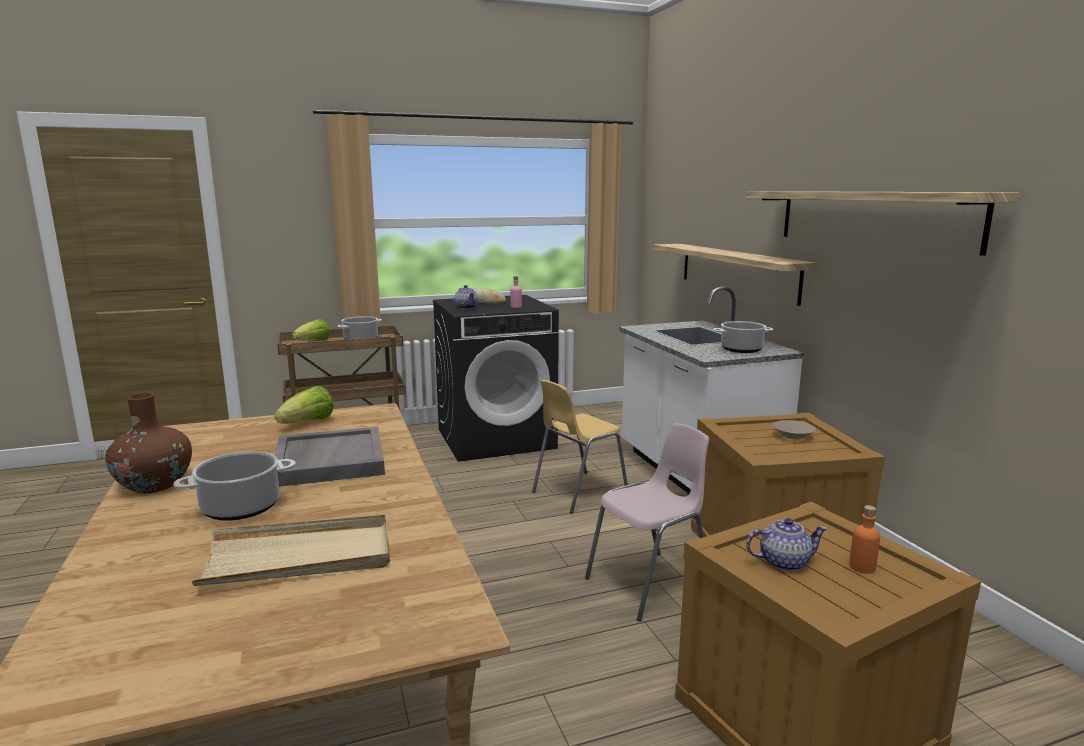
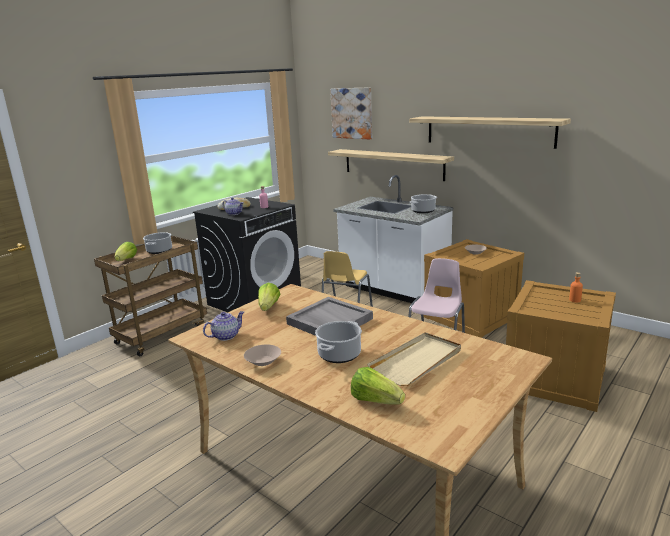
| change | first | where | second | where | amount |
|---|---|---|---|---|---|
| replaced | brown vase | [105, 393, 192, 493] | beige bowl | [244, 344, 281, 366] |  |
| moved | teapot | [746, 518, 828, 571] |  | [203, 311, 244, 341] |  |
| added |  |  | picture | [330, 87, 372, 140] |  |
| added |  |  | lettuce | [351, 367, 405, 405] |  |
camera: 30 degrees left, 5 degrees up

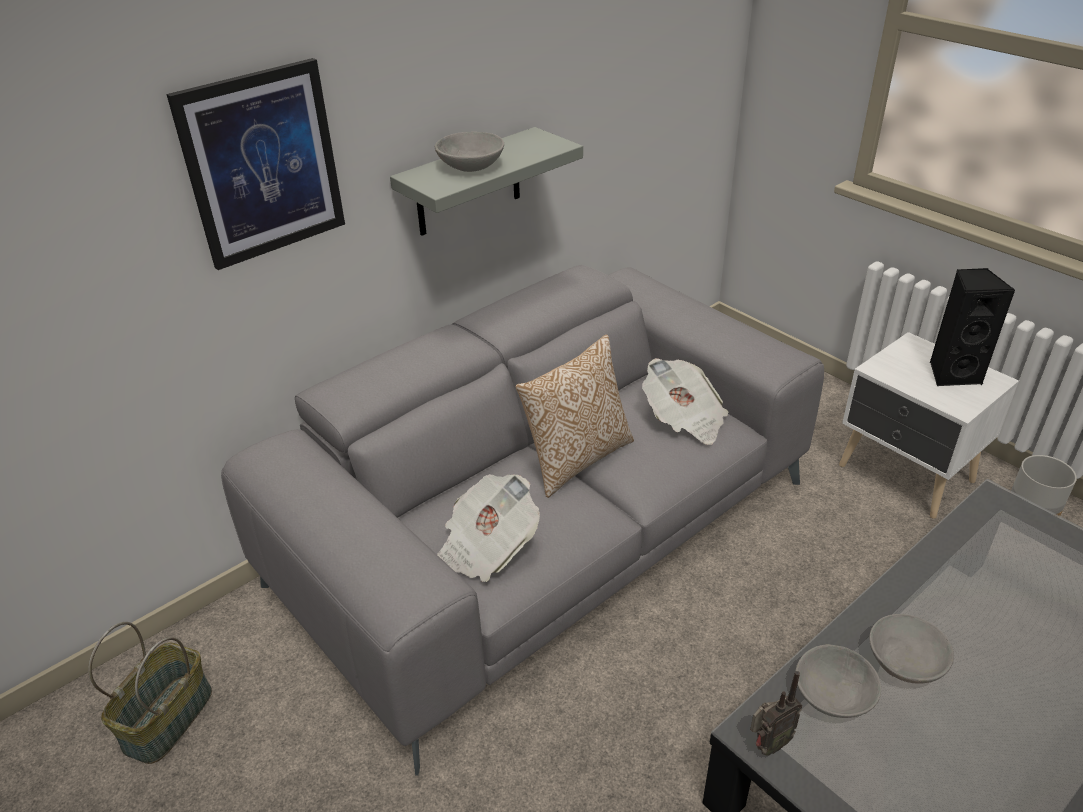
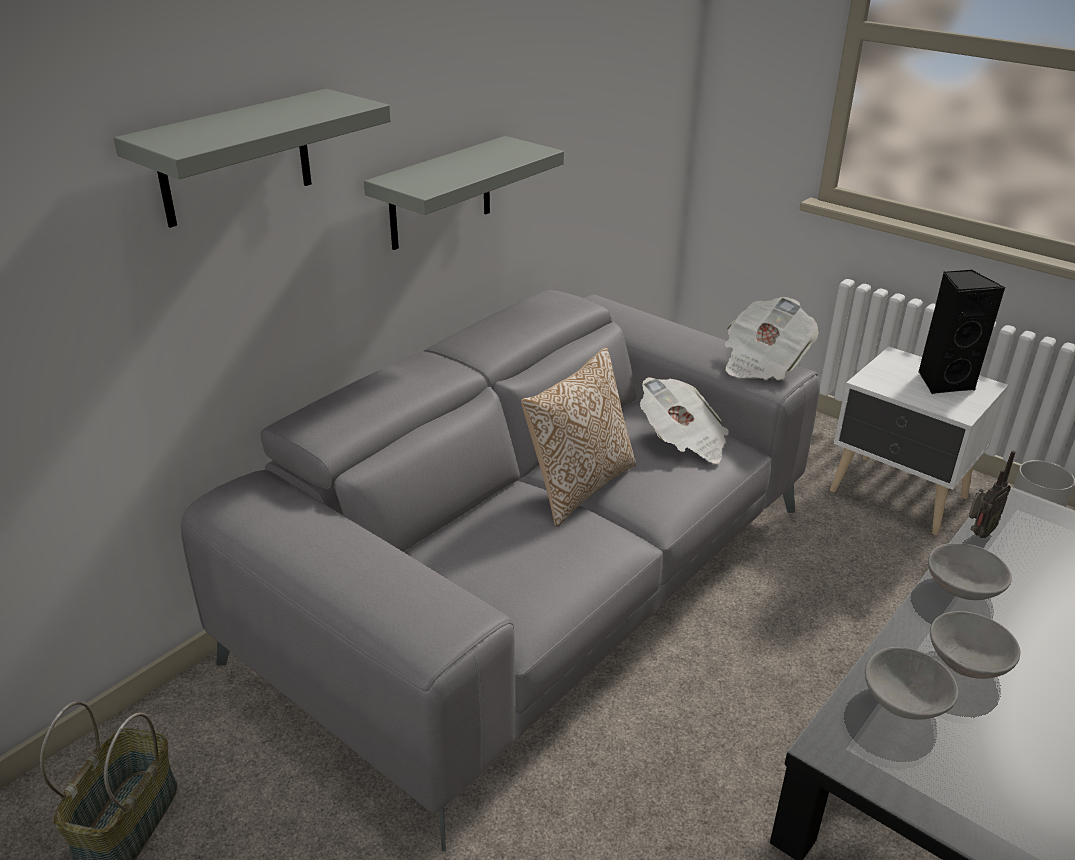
| change | first | where | second | where | amount |
|---|---|---|---|---|---|
| replaced | picture | [167, 58, 345, 270] | grey shelf | [114, 89, 391, 228] |  |
| moved | grey bowl | [435, 132, 504, 172] |  | [928, 543, 1012, 600] |  |
| moved | newspaper | [437, 474, 540, 582] |  | [724, 297, 819, 380] |  |
| moved | radio | [750, 671, 803, 756] |  | [969, 450, 1016, 538] |  |
camera: 10 degrees left, 5 degrees down

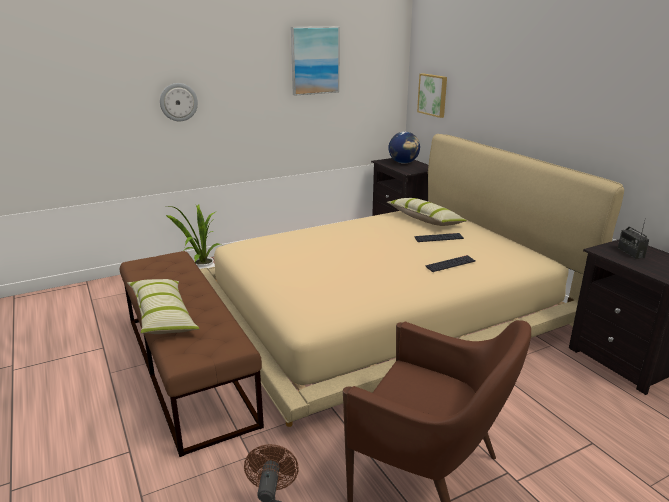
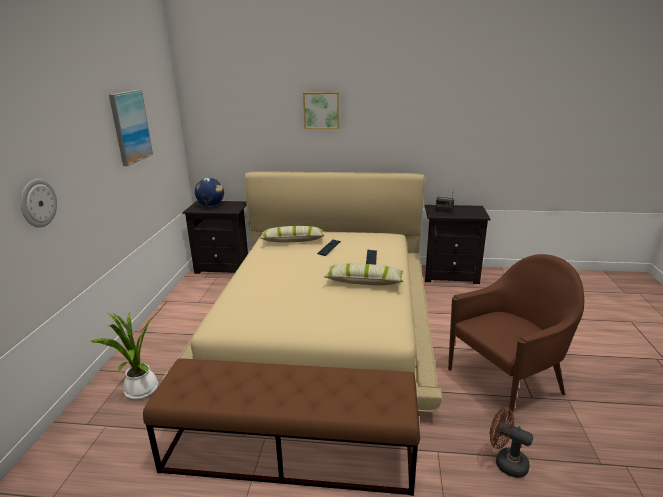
| change | first | where | second | where | amount |
|---|---|---|---|---|---|
| moved | pillow | [127, 279, 200, 334] |  | [324, 263, 403, 285] |  |
| moved | picture | [417, 74, 447, 118] |  | [303, 92, 340, 129] |  |
camera: 55 degrees left, 0 degrees up

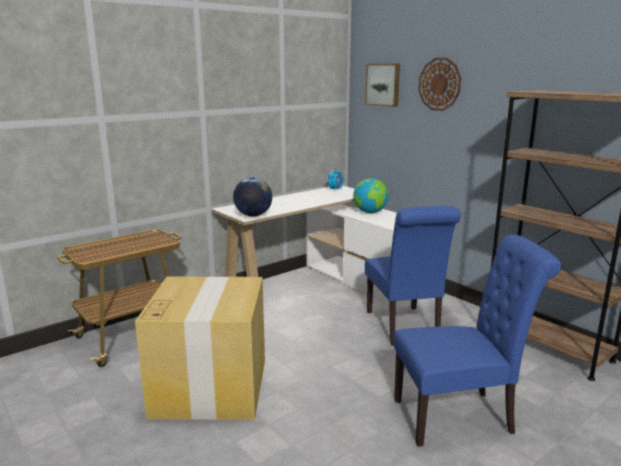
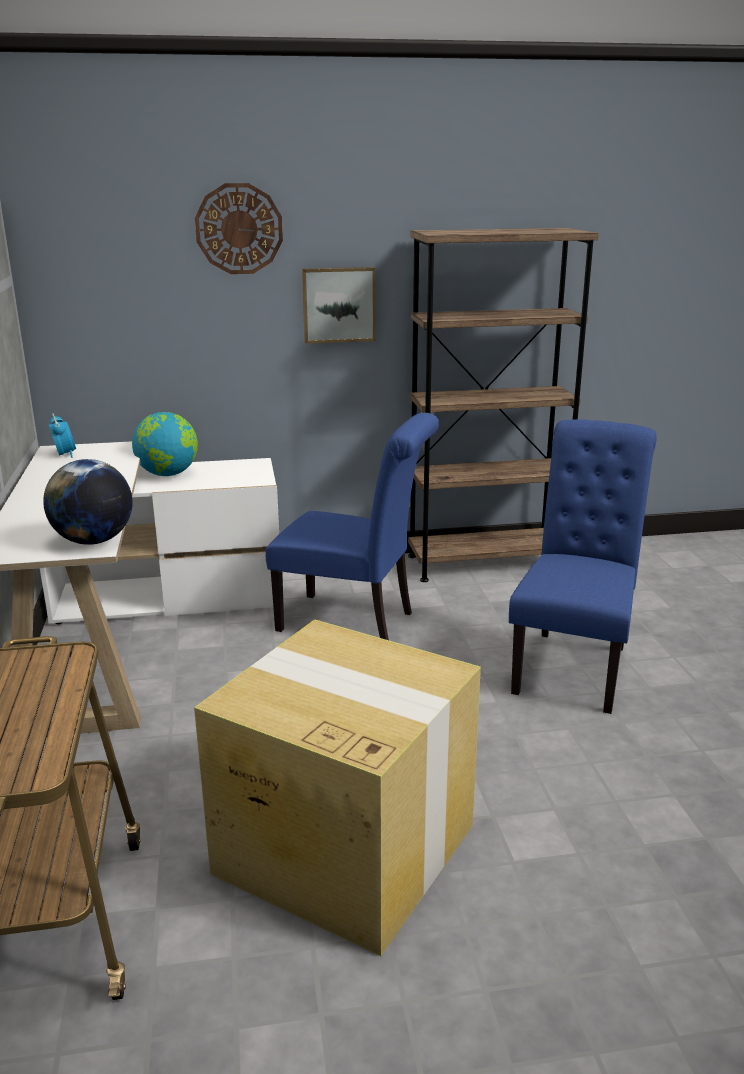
| change | first | where | second | where | amount |
|---|---|---|---|---|---|
| moved | picture | [365, 64, 400, 107] |  | [302, 267, 376, 344] |  |
camera: 60 degrees left, 5 degrees up

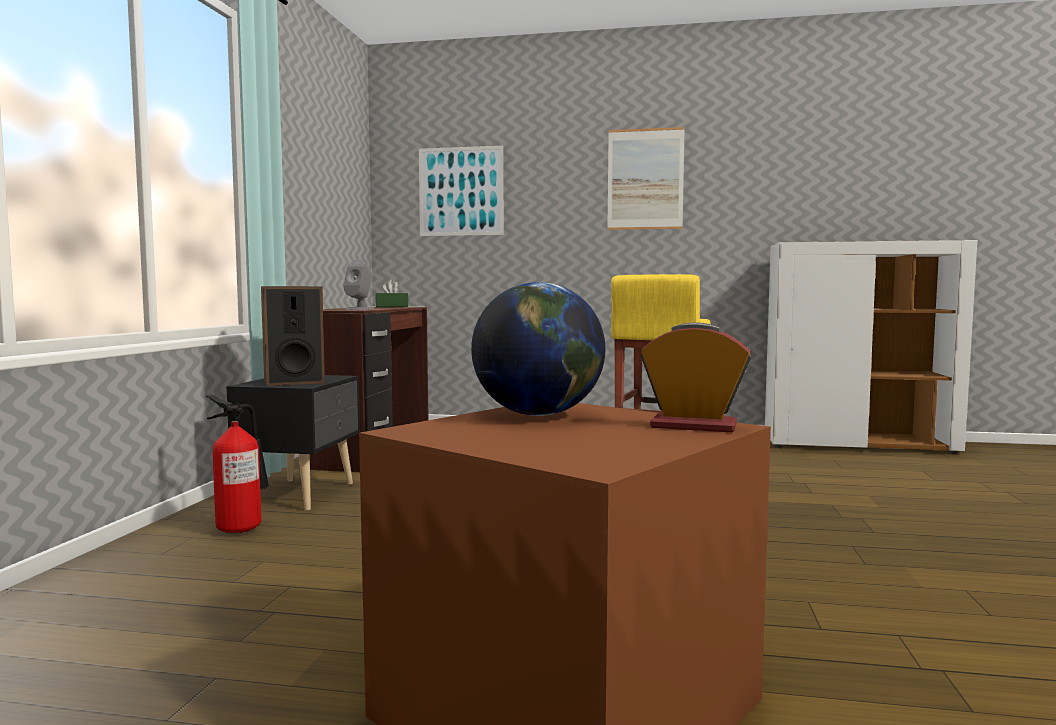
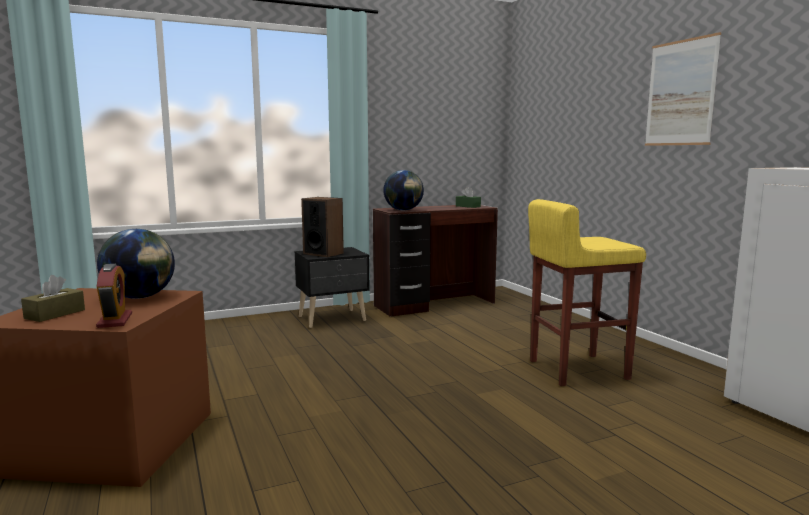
| change | first | where | second | where | amount |
|---|---|---|---|---|---|
| removed | fire extinguisher | [206, 395, 269, 533] |  |  |  |
| replaced | grey speaker | [343, 259, 374, 310] | globe | [383, 170, 424, 211] |  |
| removed | picture | [419, 146, 503, 236] |  |  |  |
| added |  |  | brown tissue box | [21, 275, 85, 322] |  |
camera: 55 degrees right, 5 degrees up

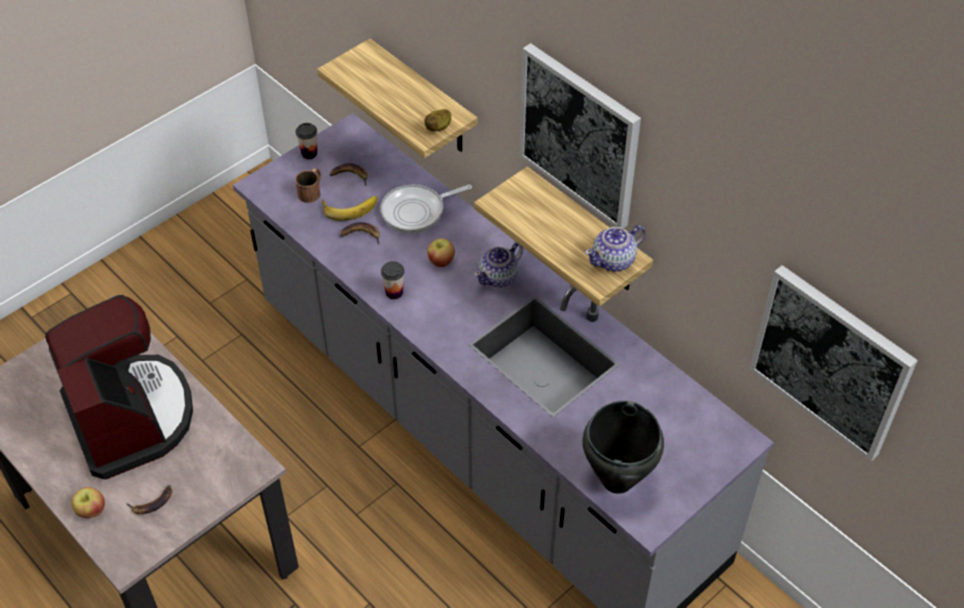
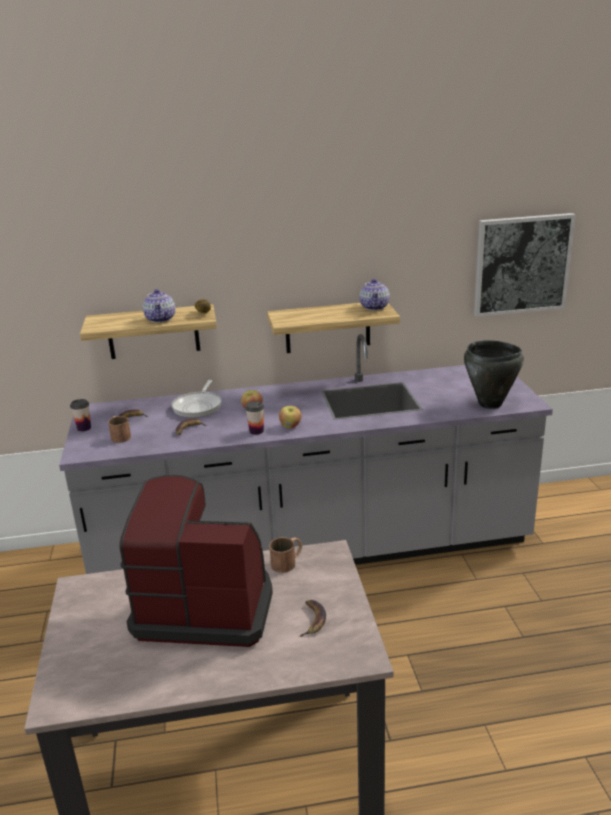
| change | first | where | second | where | amount |
|---|---|---|---|---|---|
| moved | apple | [71, 487, 105, 518] |  | [279, 406, 302, 428] |  |
| removed | banana | [322, 196, 377, 221] |  |  |  |
| moved | teapot | [474, 242, 523, 287] |  | [143, 289, 175, 323] |  |
| removed | picture | [520, 43, 641, 228] |  |  |  |
| added |  |  | brown mug | [269, 537, 302, 573] |  |
camera: 55 degrees left, 25 degrees down

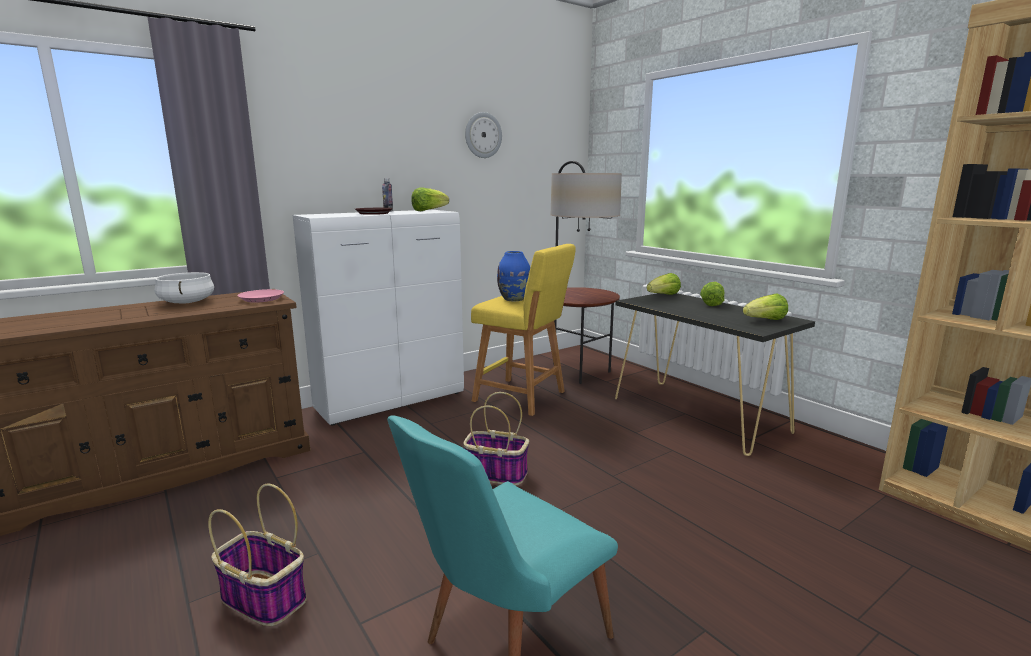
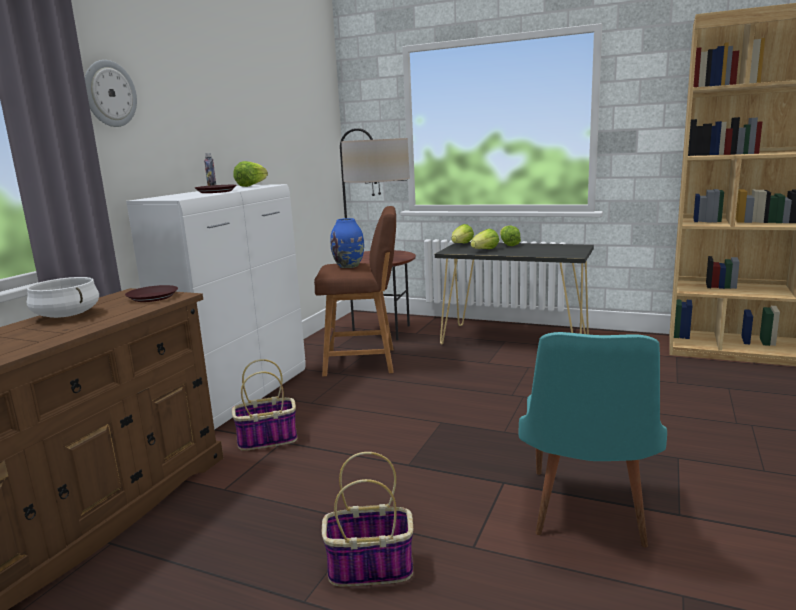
| change | first | where | second | where | amount |
|---|---|---|---|---|---|
| recoloured | pink plate | [237, 289, 284, 303] | brown plate | [125, 285, 178, 302] |  |
| moved | basket | [463, 392, 529, 485] |  | [232, 359, 298, 451] |  |
| moved | wall clock | [465, 112, 502, 158] |  | [85, 60, 137, 127] |  |
| recoloured | yellow stool | [471, 244, 576, 416] | brown stool | [314, 206, 396, 376] |  |
| moved | lettuce | [743, 294, 788, 320] |  | [471, 229, 499, 249] |  |
camera: 30 degrees left, 0 degrees up

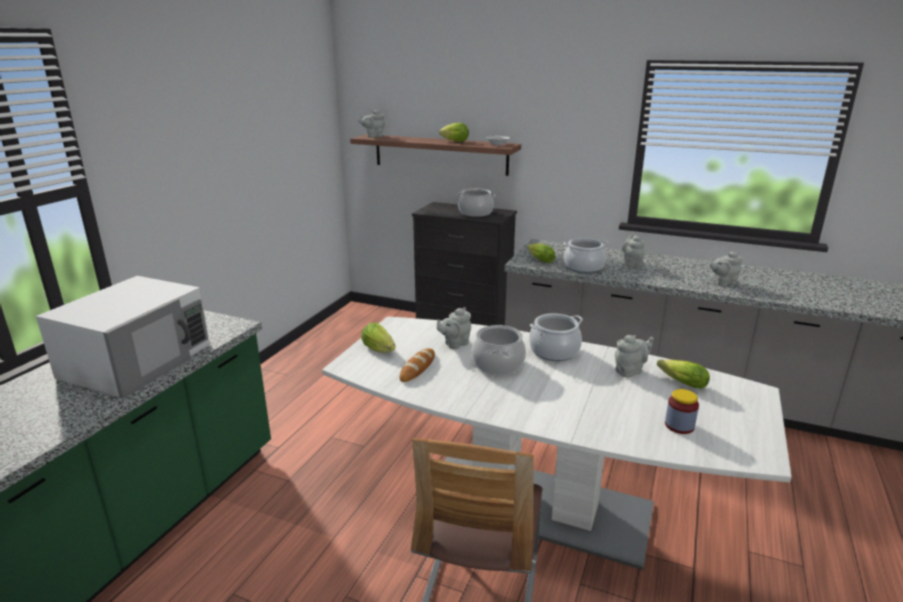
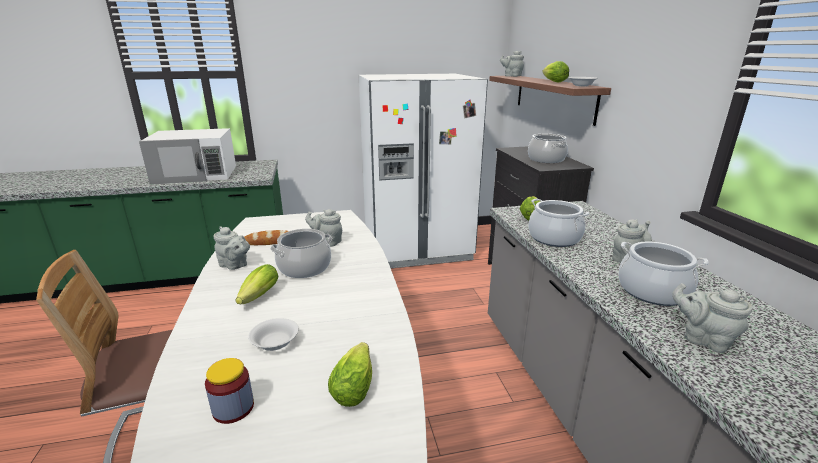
| change | first | where | second | where | amount |
|---|---|---|---|---|---|
| moved | lettuce | [361, 323, 396, 353] |  | [236, 264, 278, 304] |  |
| moved | cooking pot | [529, 314, 583, 361] |  | [619, 241, 709, 306] |  |
| moved | grey teapot | [615, 335, 654, 377] |  | [214, 226, 250, 270] |  |
| added |  |  | white bowl | [248, 318, 299, 351] |  |
| added |  |  | white fridge | [359, 74, 488, 268] |  |
camera: 55 degrees right, 0 degrees up

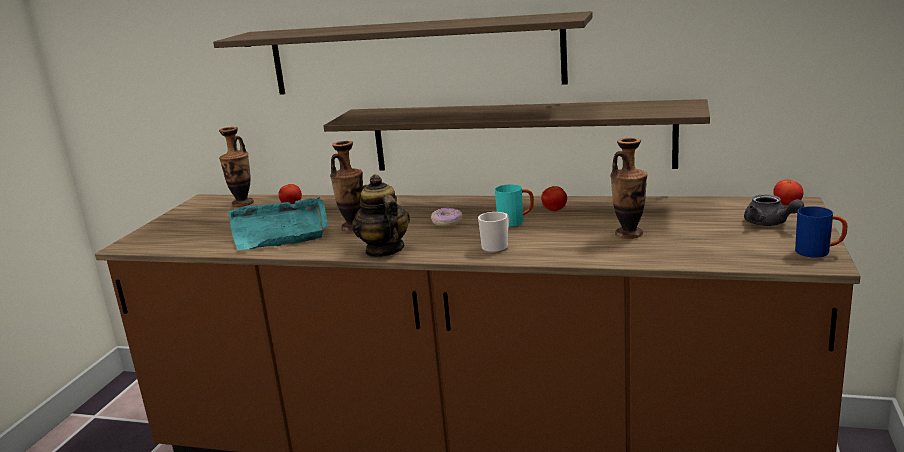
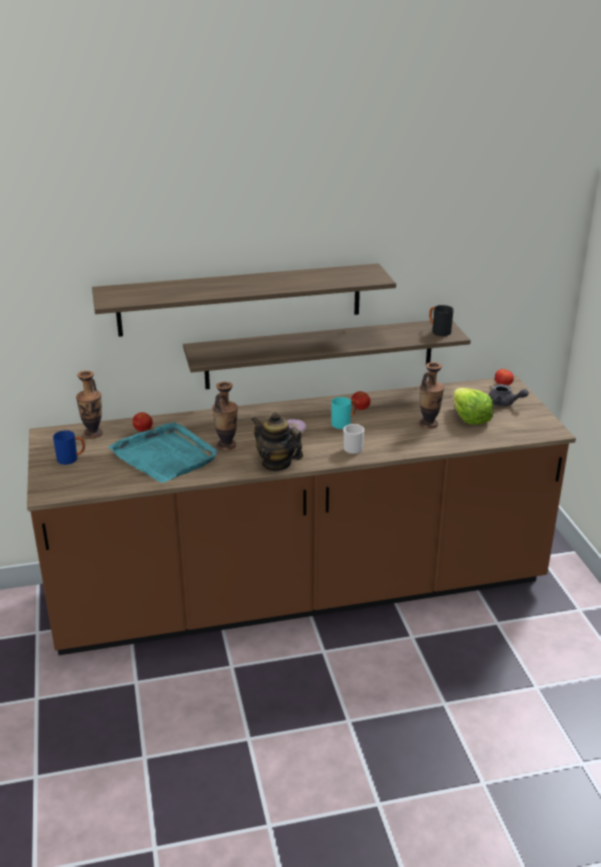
| change | first | where | second | where | amount |
|---|---|---|---|---|---|
| moved | blue mug | [795, 206, 848, 257] |  | [53, 430, 85, 465] |  |
| added |  |  | black mug | [429, 305, 454, 336] |  |
| added |  |  | lettuce | [453, 388, 493, 425] |  |
camera: 30 degrees left, 10 degrees up

